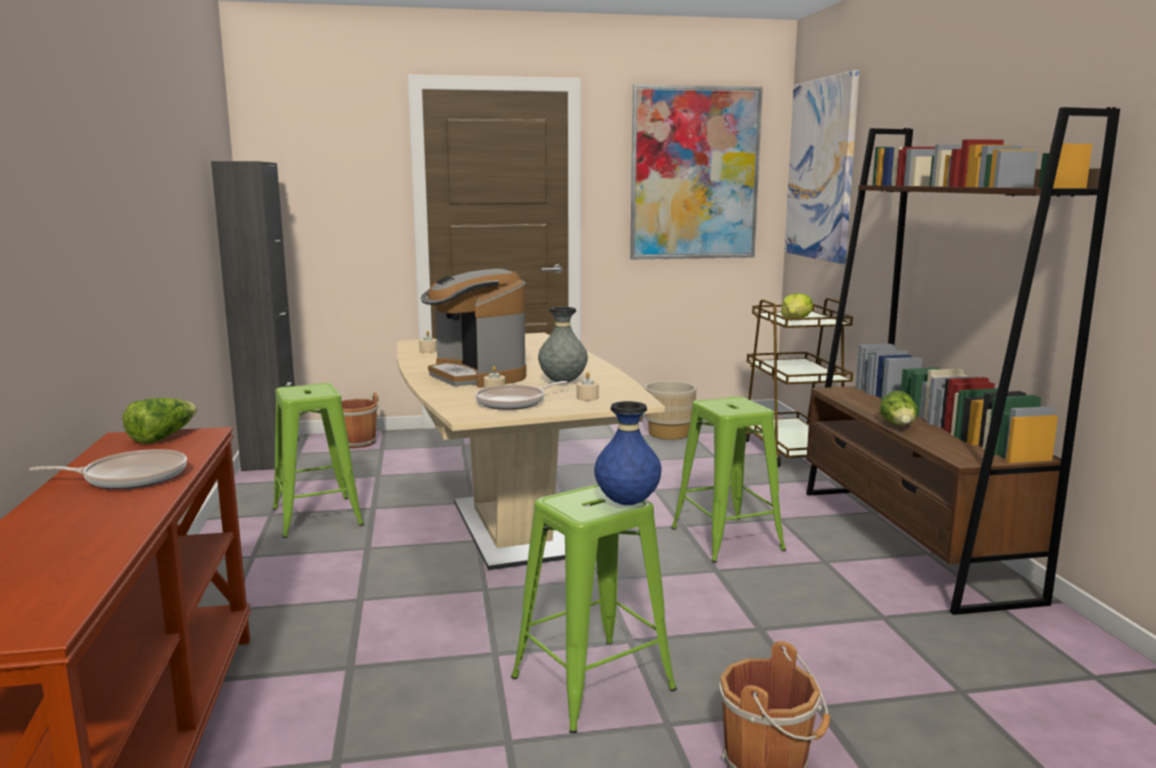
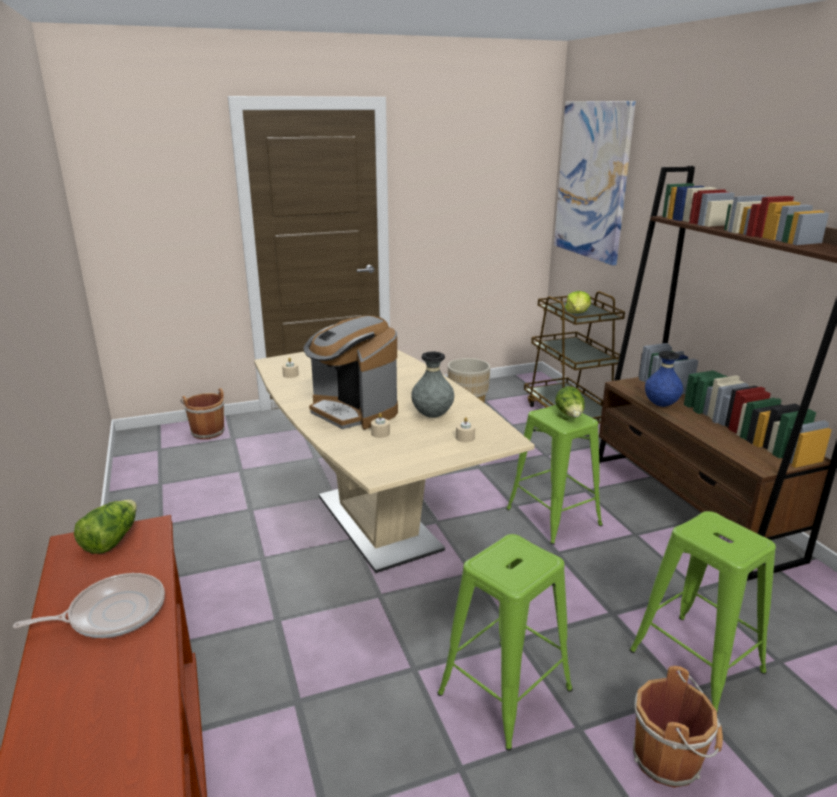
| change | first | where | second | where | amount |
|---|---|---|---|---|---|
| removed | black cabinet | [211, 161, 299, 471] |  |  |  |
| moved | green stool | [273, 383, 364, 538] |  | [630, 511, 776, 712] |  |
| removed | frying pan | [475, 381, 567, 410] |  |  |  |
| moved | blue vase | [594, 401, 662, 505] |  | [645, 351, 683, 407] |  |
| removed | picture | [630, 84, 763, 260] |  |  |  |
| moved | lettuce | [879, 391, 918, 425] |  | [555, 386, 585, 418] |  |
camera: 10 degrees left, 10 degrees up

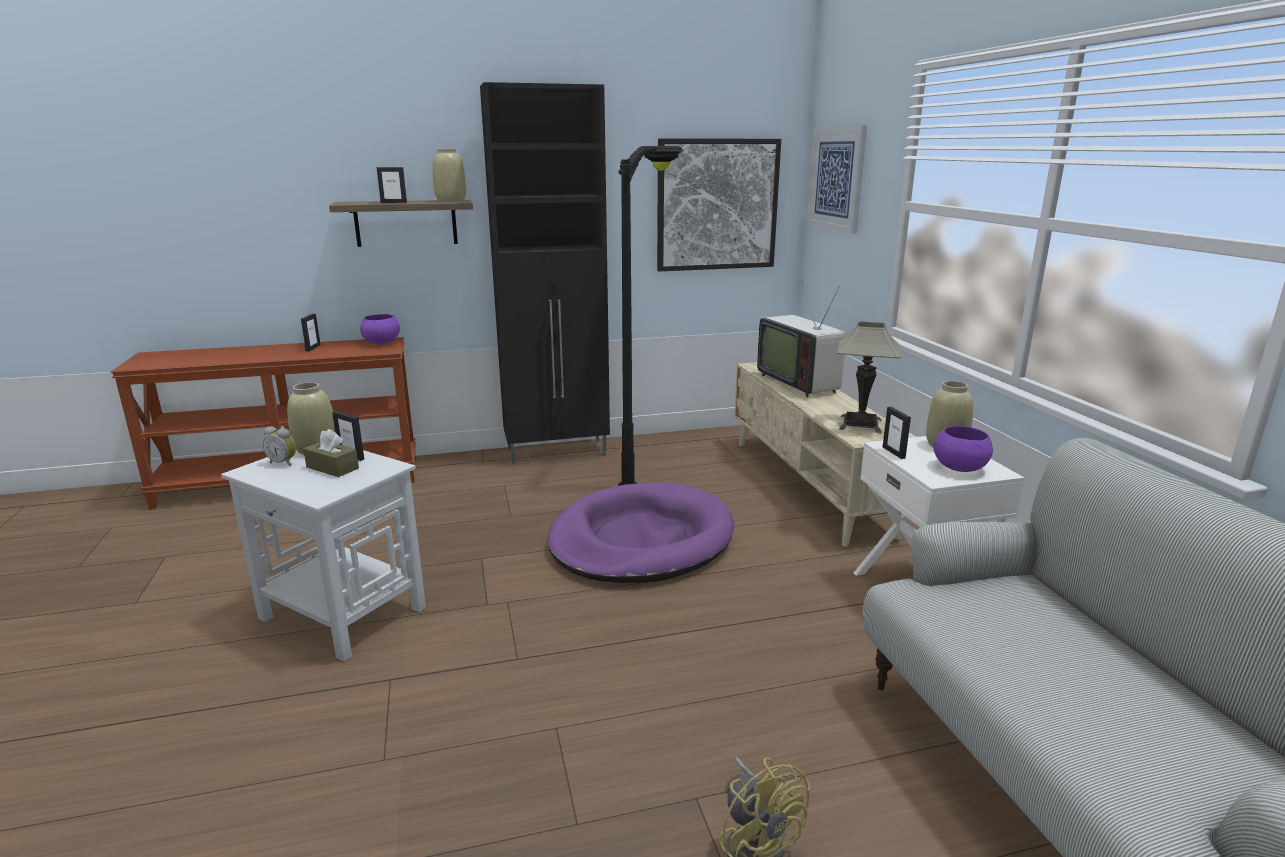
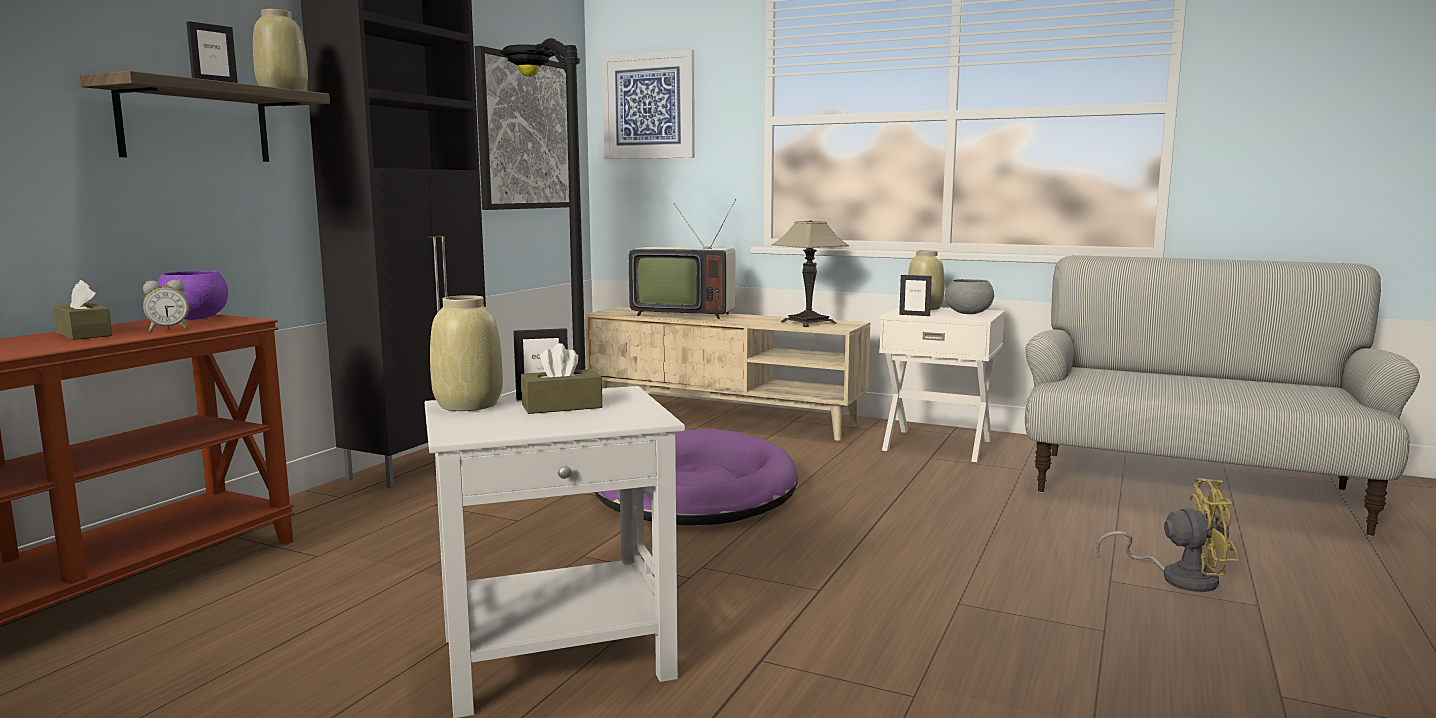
| change | first | where | second | where | amount |
|---|---|---|---|---|---|
| moved | alarm clock | [263, 426, 296, 466] |  | [143, 280, 189, 332] |  |
| replaced | picture frame | [301, 314, 321, 351] | brown tissue box | [53, 280, 112, 340] |  |
| recoloured | purple bowl | [934, 426, 993, 472] | grey bowl | [945, 279, 994, 314] |  |
camera: 50 degrees left, 10 degrees down

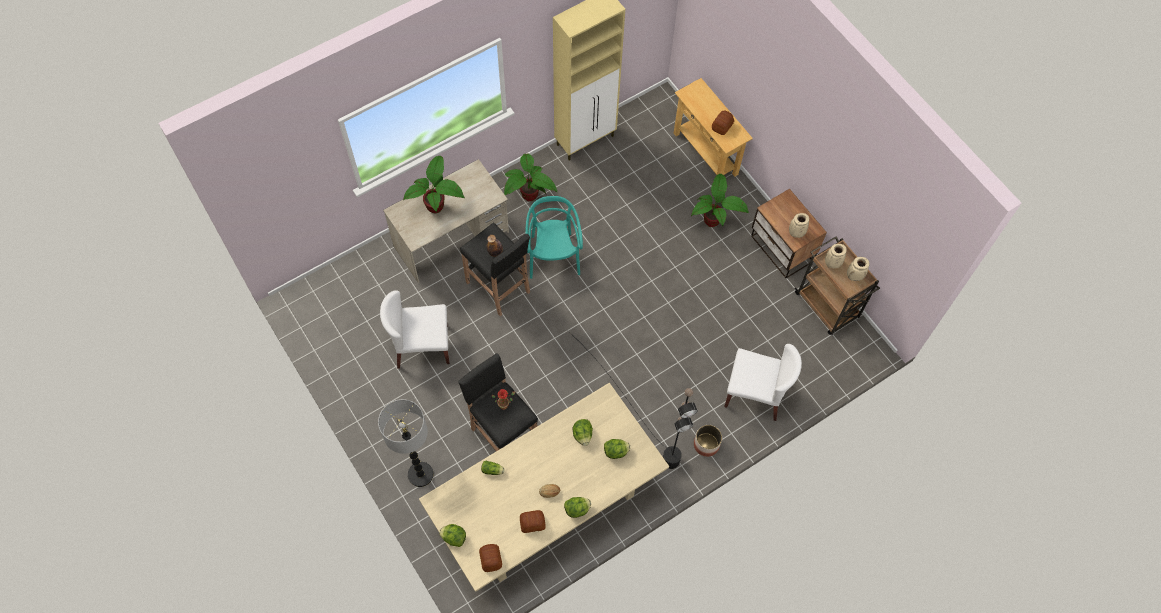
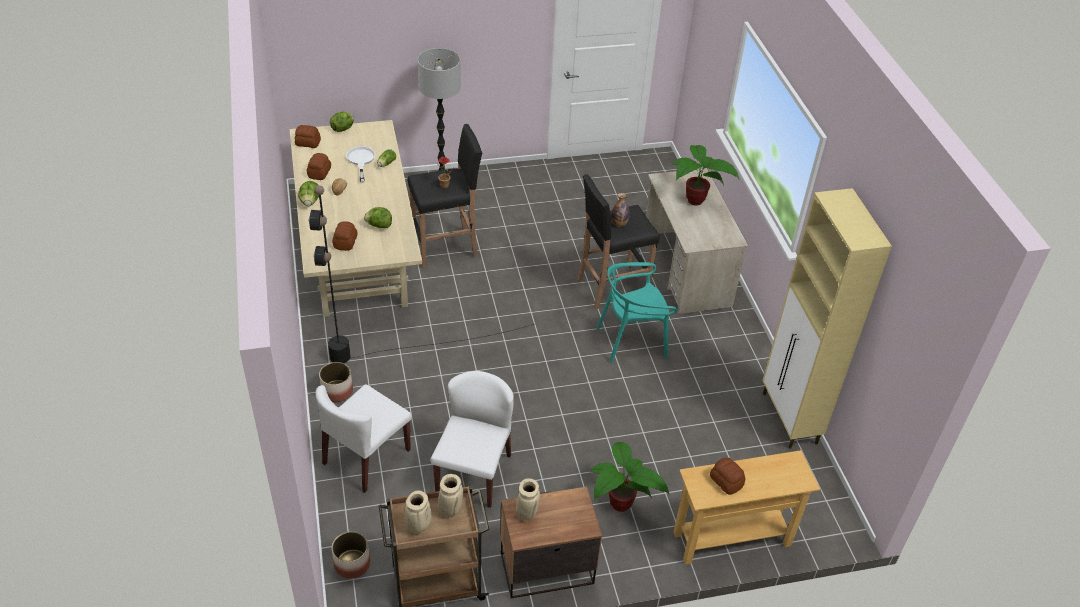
| change | first | where | second | where | amount |
|---|---|---|---|---|---|
| moved | white chair | [380, 290, 450, 369] |  | [431, 371, 514, 508] |  |
| removed | potted plant | [504, 153, 557, 201] |  |  |  |
| turned | turquoise chair | [525, 196, 583, 279] |  | [596, 262, 677, 362] | 150 degrees clockwise |
| replaced | lettuce | [604, 439, 630, 459] | bread | [332, 221, 358, 251] |  |
| added |  |  | planter | [332, 531, 370, 579] |  |
| added |  |  | white frying pan | [346, 146, 375, 182] |  |
camera: 110 degrees right, 20 degrees down

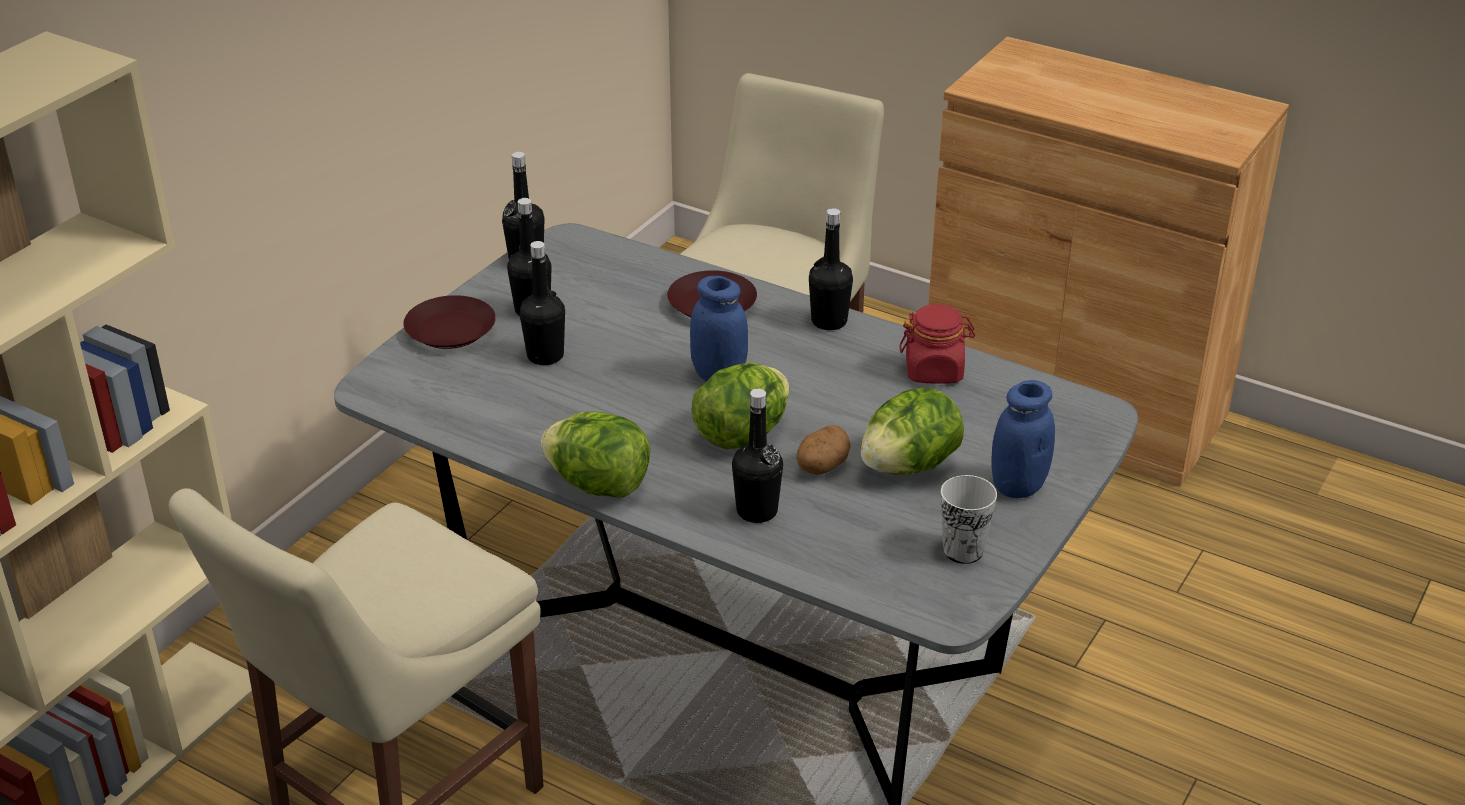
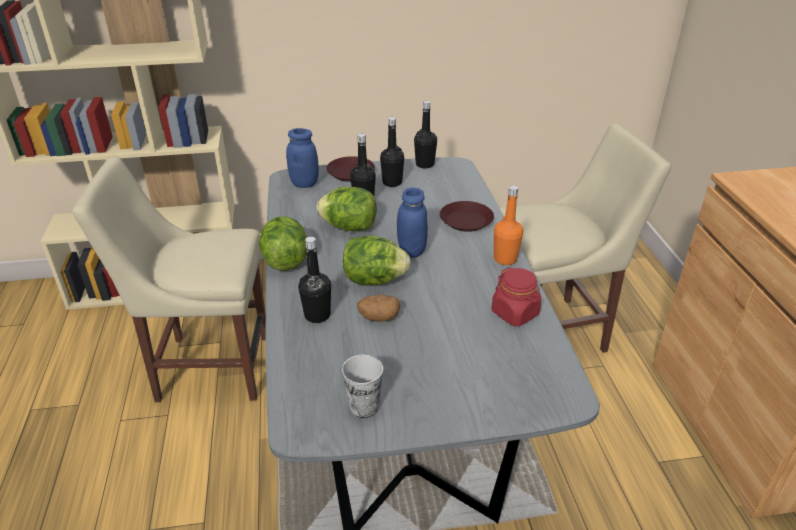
| change | first | where | second | where | amount |
|---|---|---|---|---|---|
| recoloured | black bottle | [809, 208, 853, 330] | orange bottle | [494, 185, 523, 265] |  |
| moved | lettuce | [861, 388, 964, 475] |  | [316, 187, 377, 231] |  |
| moved | blue jar | [991, 380, 1055, 498] |  | [286, 128, 319, 188] |  |
camera: 50 degrees right, 0 degrees up

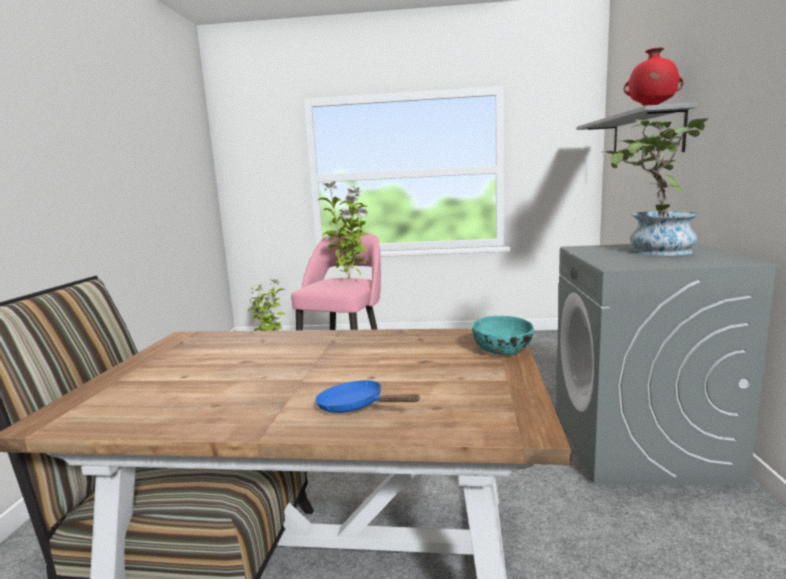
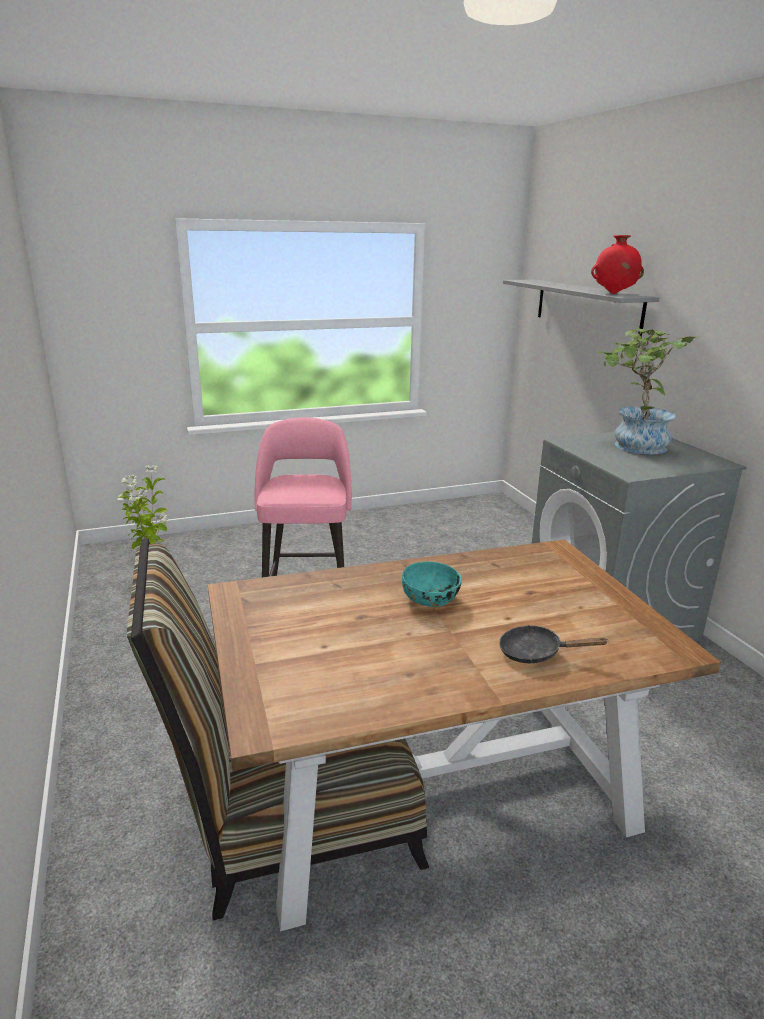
| change | first | where | second | where | amount |
|---|---|---|---|---|---|
| recoloured | blue frying pan | [315, 380, 420, 413] | black frying pan | [499, 625, 609, 663] |  |
| removed | potted plant | [317, 180, 370, 281] |  |  |  |
| moved | turquoise bowl | [472, 316, 534, 355] |  | [402, 562, 462, 607] |  |
camera: 25 degrees left, 10 degrees up

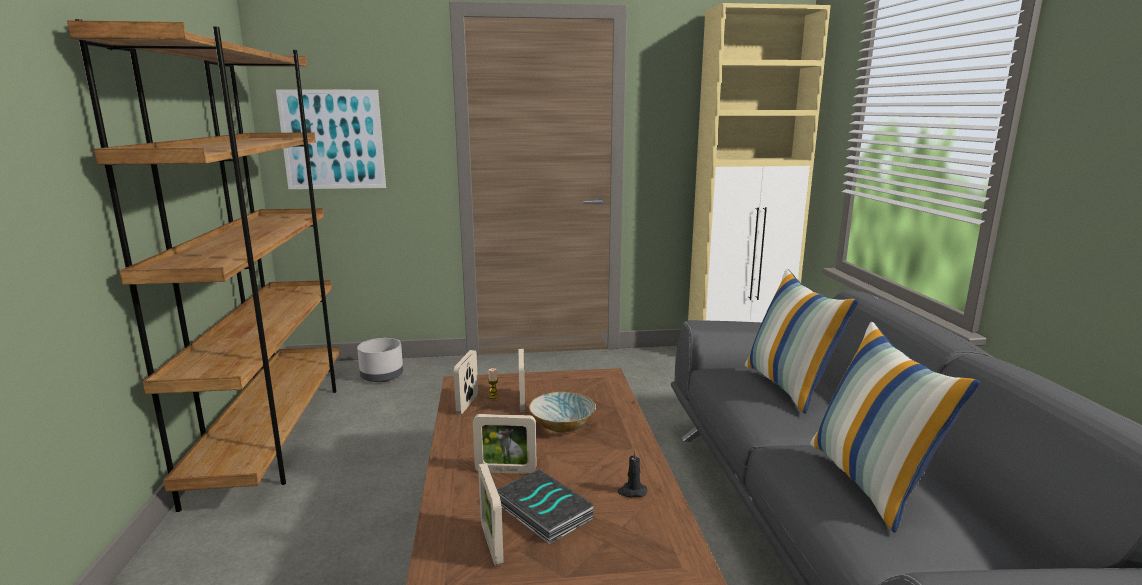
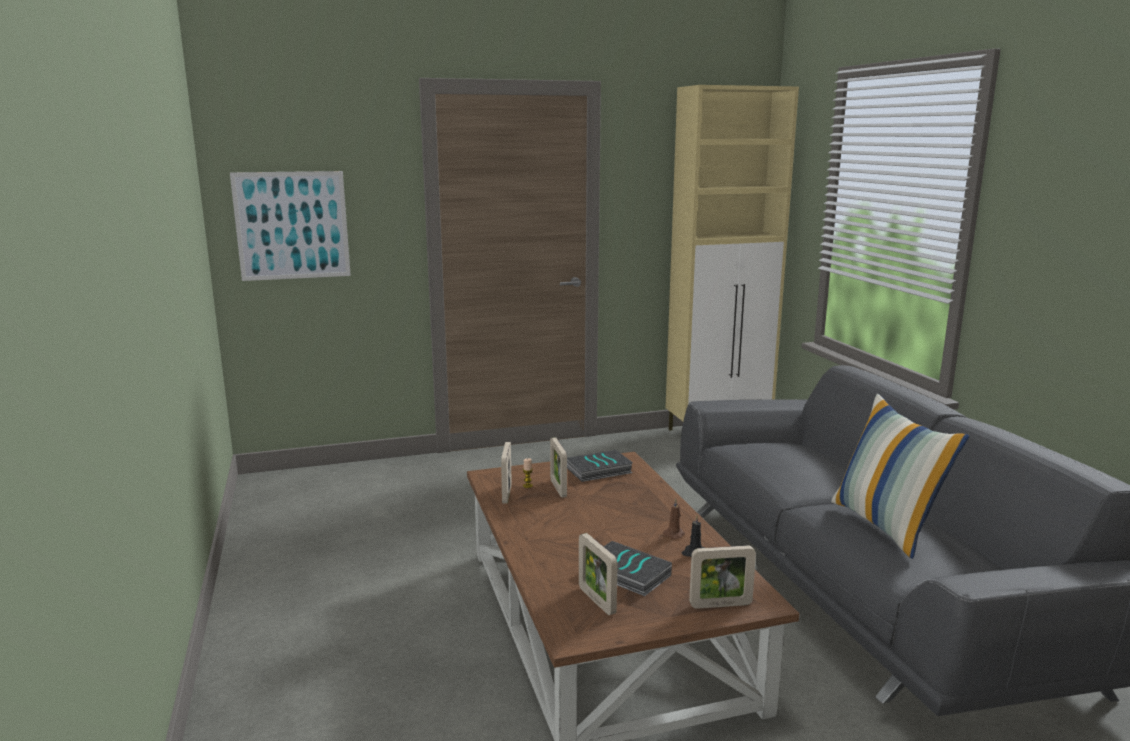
| change | first | where | second | where | amount |
|---|---|---|---|---|---|
| removed | brown bookcase | [67, 19, 339, 512] |  |  |  |
| removed | grey planter | [357, 338, 403, 382] |  |  |  |
| moved | picture frame | [473, 414, 537, 474] |  | [689, 545, 756, 609] |  |
| removed | bowl | [528, 392, 596, 433] |  |  |  |
| removed | pillow | [745, 269, 859, 414] |  |  |  |
| added |  |  | book | [567, 450, 633, 482] |  |
| added |  |  | brown candle | [663, 499, 685, 539] |  |
camera: 10 degrees left, 0 degrees up

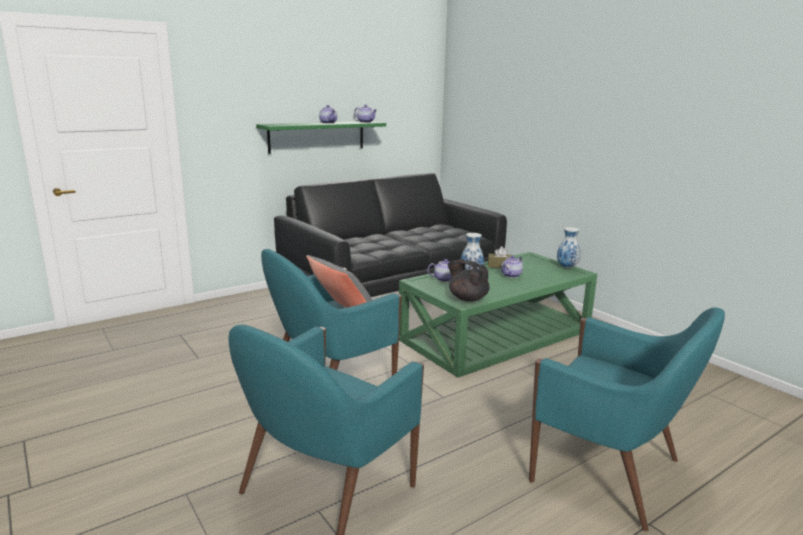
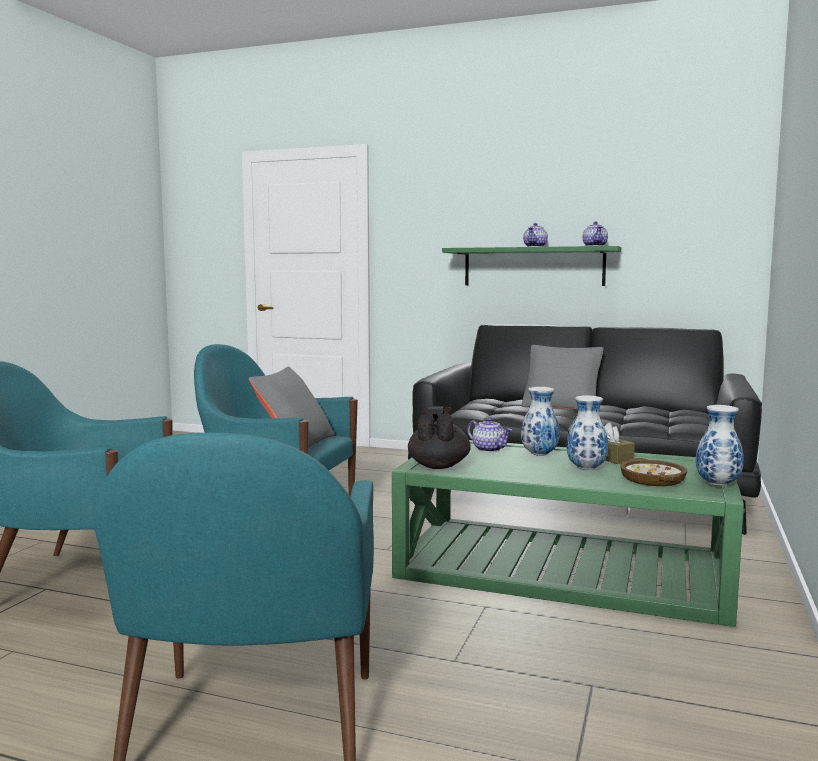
| change | first | where | second | where | amount |
|---|---|---|---|---|---|
| replaced | teapot | [501, 256, 523, 278] | vase | [567, 395, 608, 470] |  |
| added |  |  | grey pillow | [522, 345, 604, 409] |  |
| added |  |  | bowl | [620, 458, 687, 486] |  |
camera: 55 degrees right, 10 degrees down

